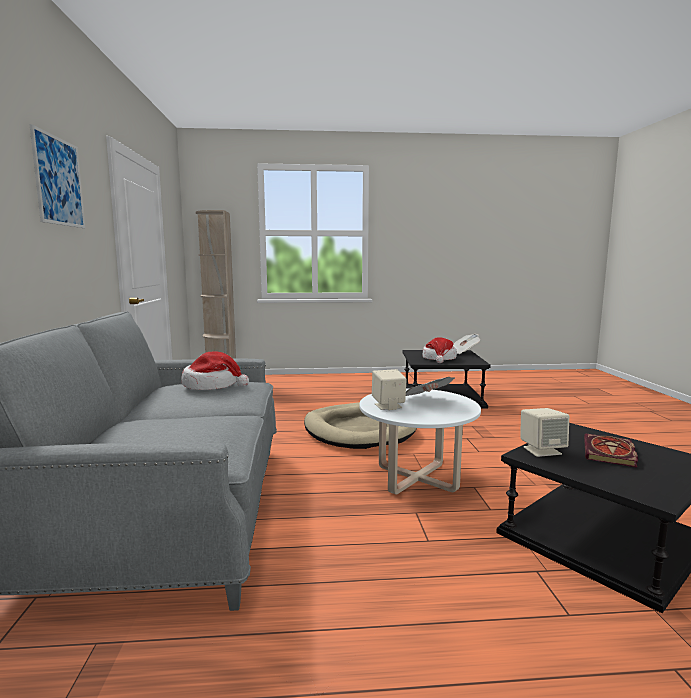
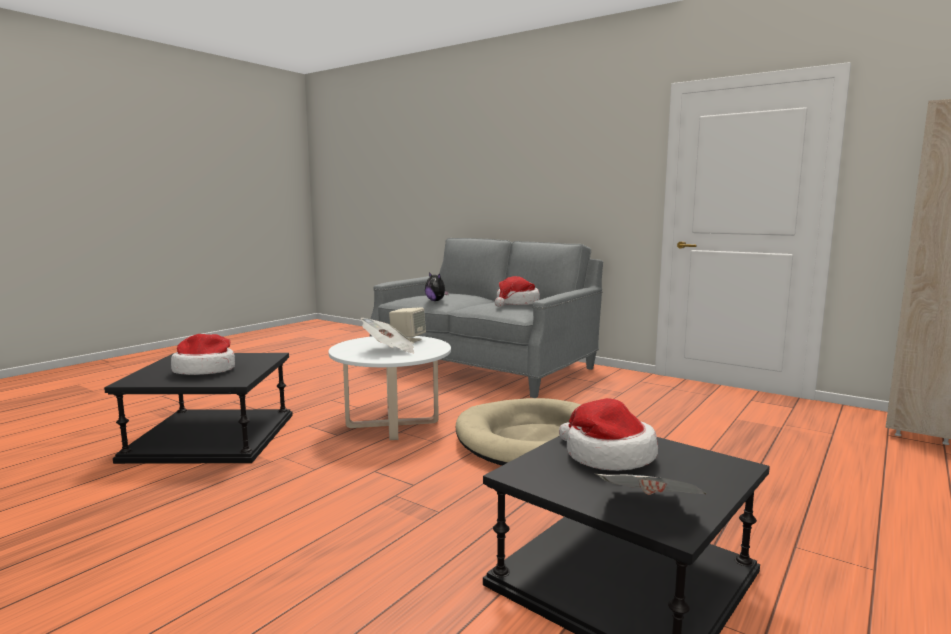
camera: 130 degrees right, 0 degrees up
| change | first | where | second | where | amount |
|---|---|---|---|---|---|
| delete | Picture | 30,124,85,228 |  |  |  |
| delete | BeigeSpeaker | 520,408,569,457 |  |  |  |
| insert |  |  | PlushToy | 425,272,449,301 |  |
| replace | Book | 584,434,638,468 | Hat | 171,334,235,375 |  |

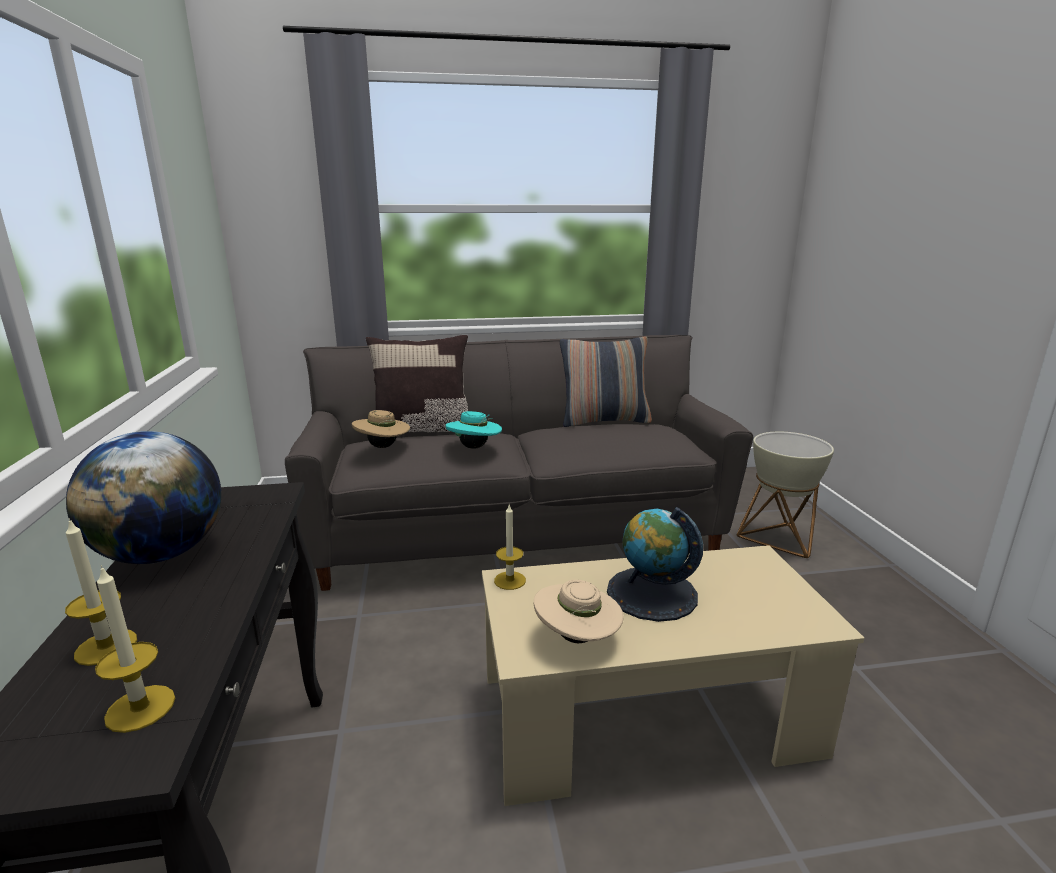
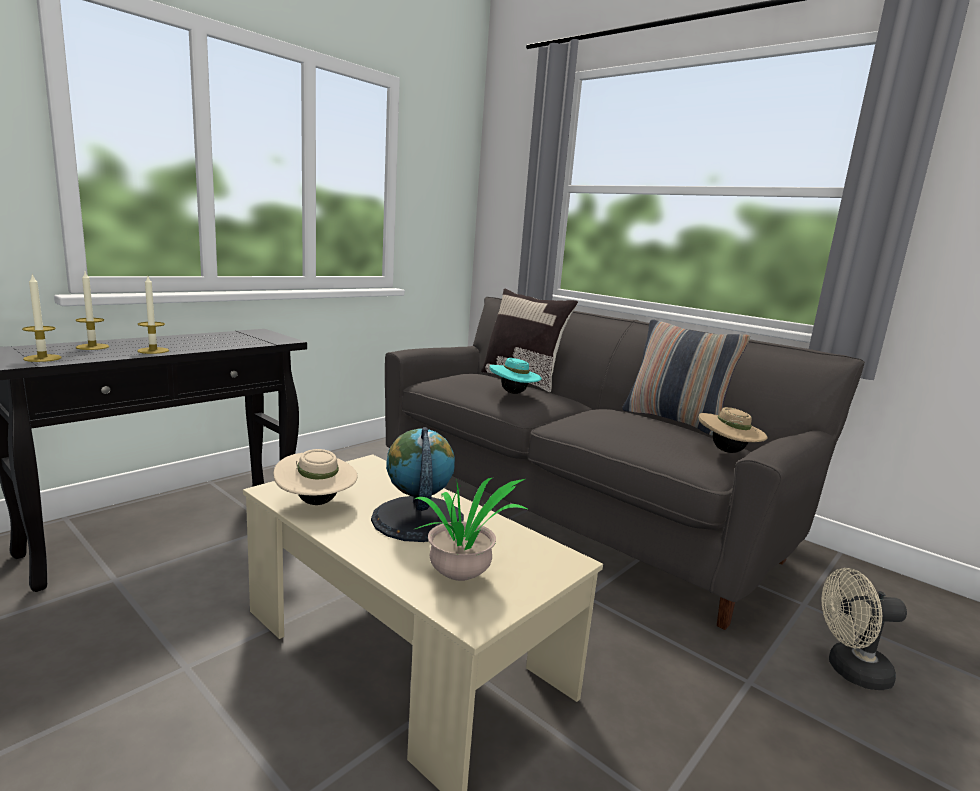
camera: 50 degrees right, 5 degrees down
| change | first | where | second | where | amount |
|---|---|---|---|---|---|
| delete | Globe | 66,431,221,564 |  |  |  |
| insert |  |  | PottedPlant | 415,478,529,581 |  |
| move | BeigeHat | 352,410,410,448 |  | 699,407,768,453 |  |
| move | Candle | 494,505,526,590 |  | 137,276,169,354 |  |
| replace | Planter | 737,432,834,558 | BeigeFan | 821,568,907,690 |  |

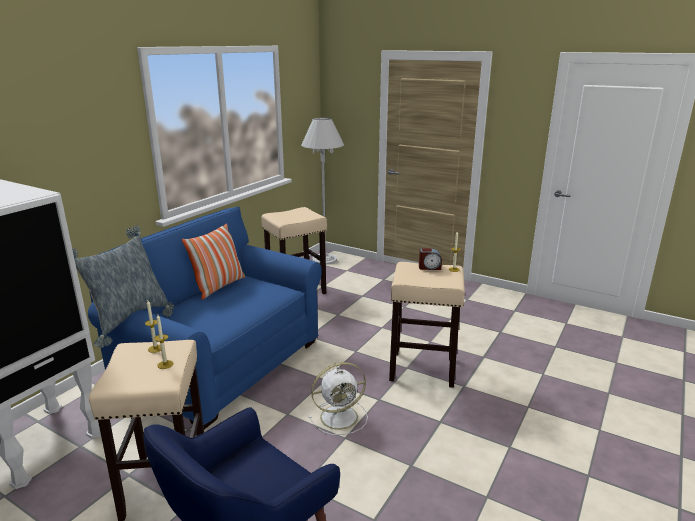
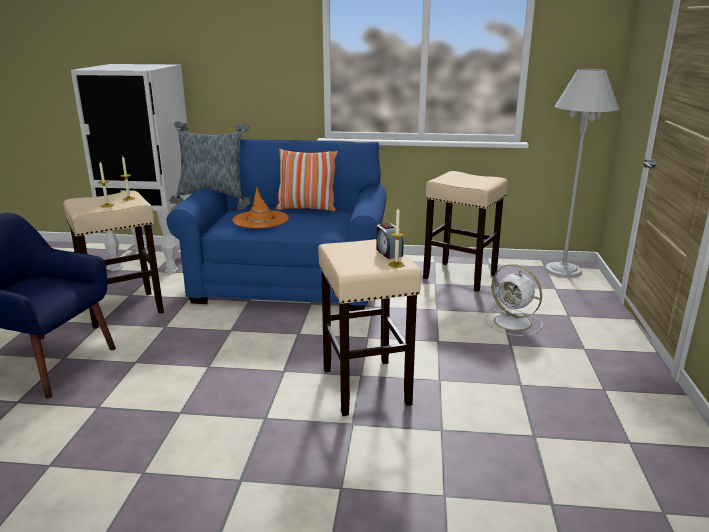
camera: 65 degrees right, 0 degrees up
| change | first | where | second | where | amount |
|---|---|---|---|---|---|
| insert |  |  | OrangeHat | 232,187,289,228 |  |
| move | WhiteFan | 309,362,368,435 |  | 485,264,543,336 |  |

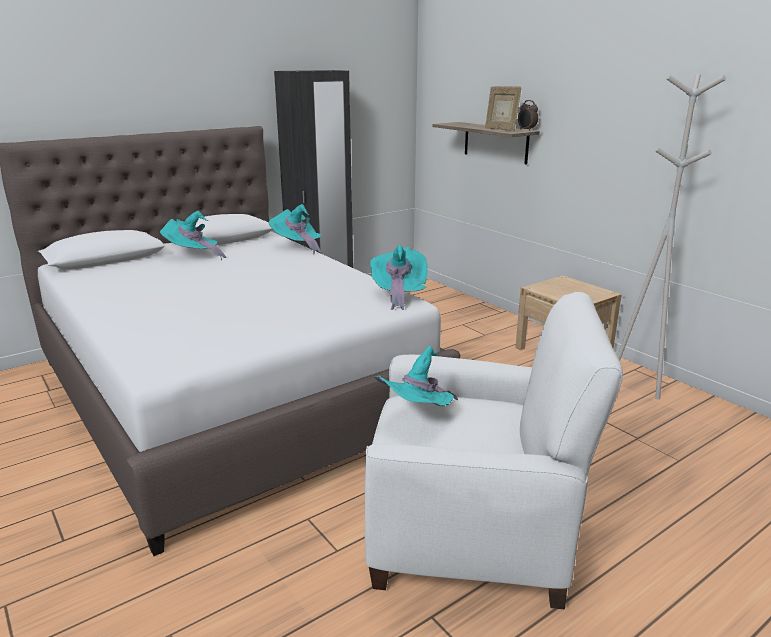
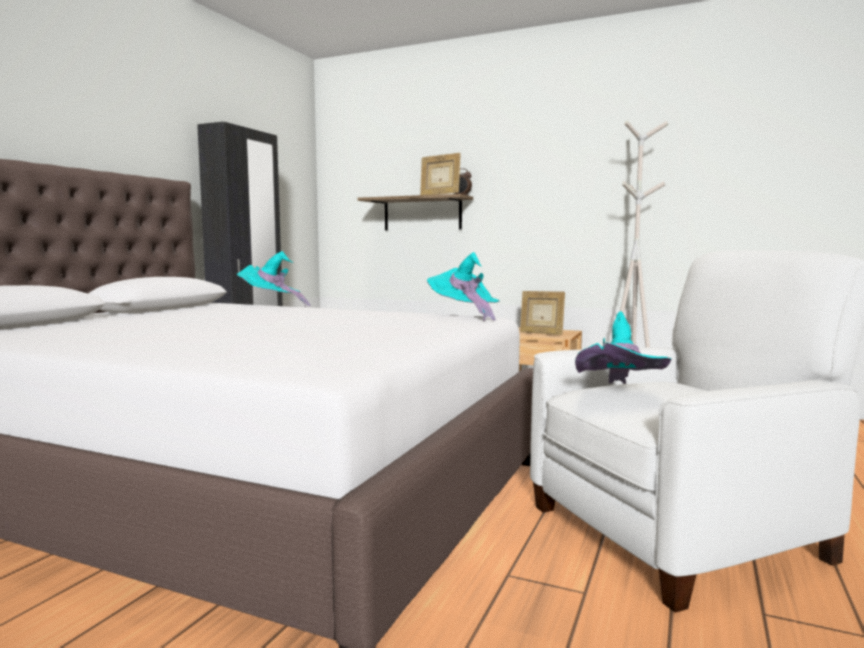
camera: 30 degrees left, 15 degrees down
| change | first | where | second | where | amount |
|---|---|---|---|---|---|
| delete | TurquoiseHat | 160,211,226,260 |  |  |  |
| insert |  |  | PictureFrame | 520,291,565,335 |  |

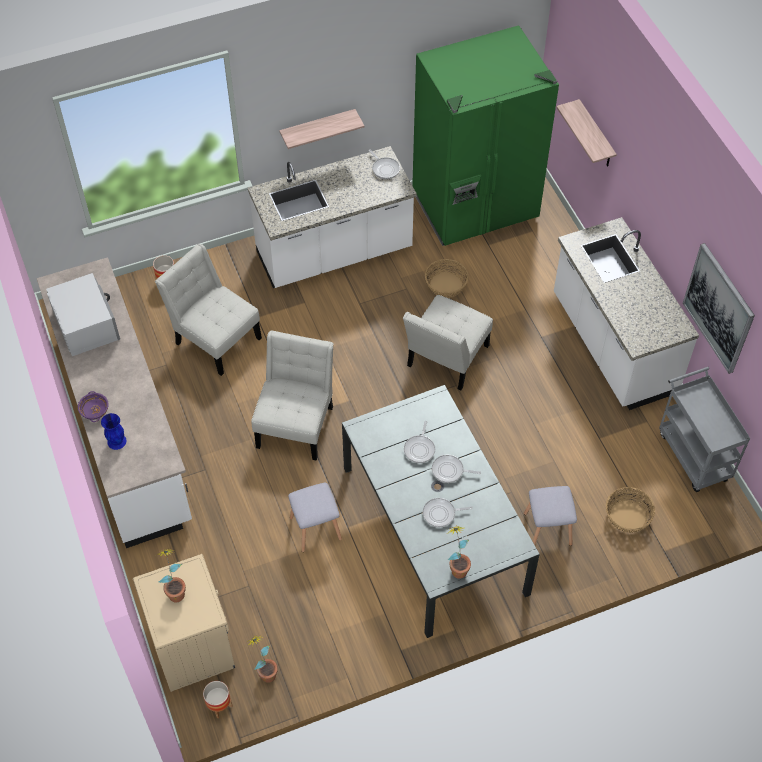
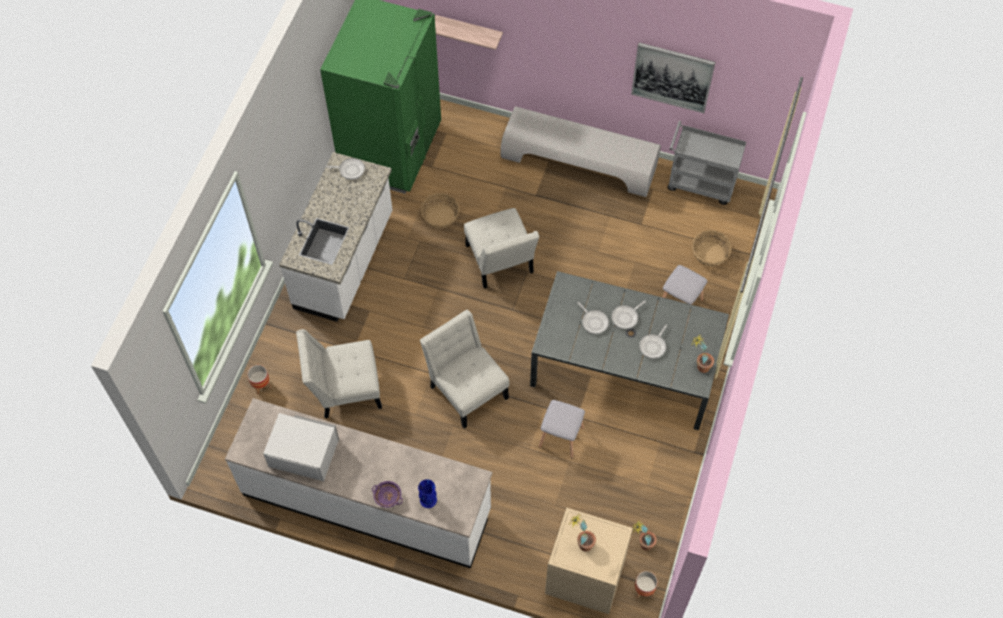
camera: 50 degrees left, 5 degrees up
| change | first | where | second | where | amount |
|---|---|---|---|---|---|
| delete | Shelf | 279,109,364,149 |  |  |  |
| replace | WhiteCounter | 554,217,699,410 | GreyBench | 500,107,661,197 |  |

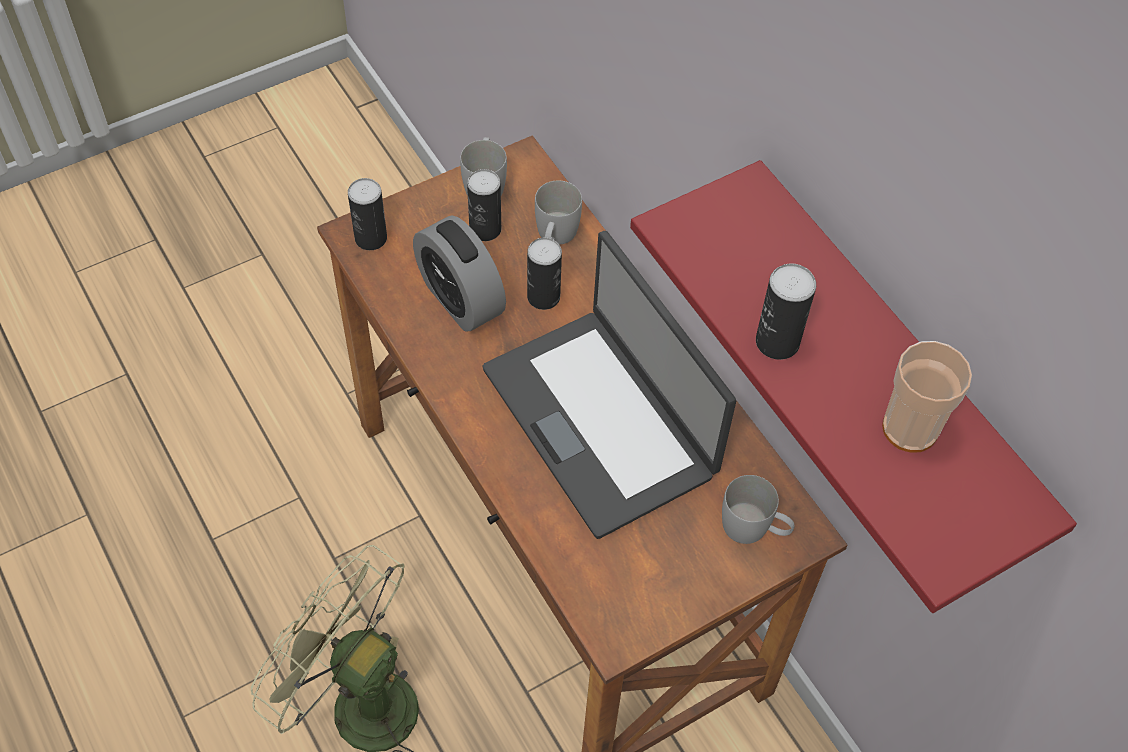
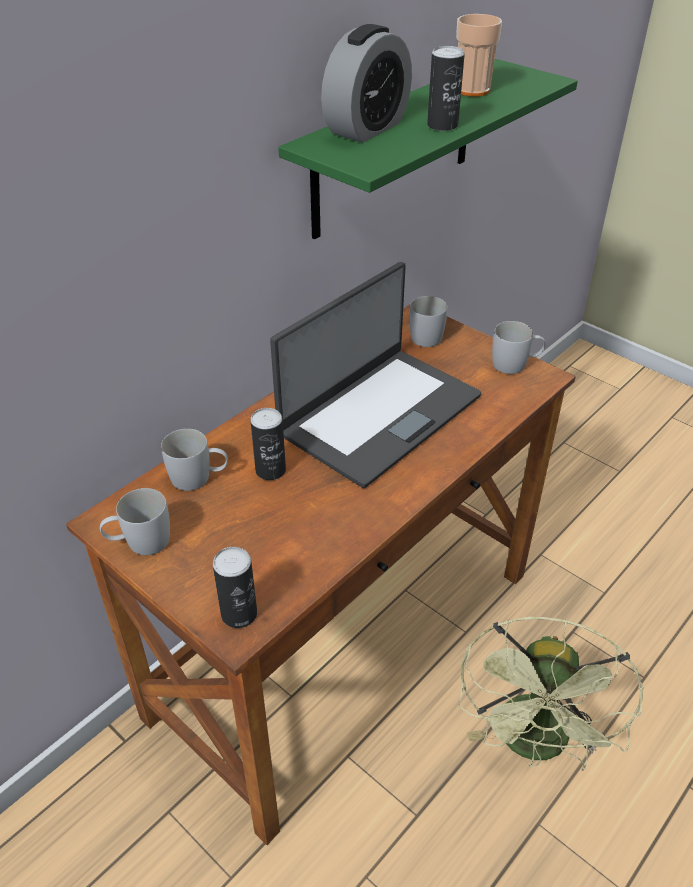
camera: 105 degrees left, 15 degrees down
| change | first | where | second | where | amount |
|---|---|---|---|---|---|
| delete | Can | 467,169,501,241 |  |  |  |
| insert |  |  | WhiteMug | 492,321,546,374 |  |
| move | AlarmClock | 413,215,506,332 |  | 321,24,412,143 |  |
| recolor | RedShelf | 630,160,1077,613 | GreenShelf | 278,59,578,240 |  |

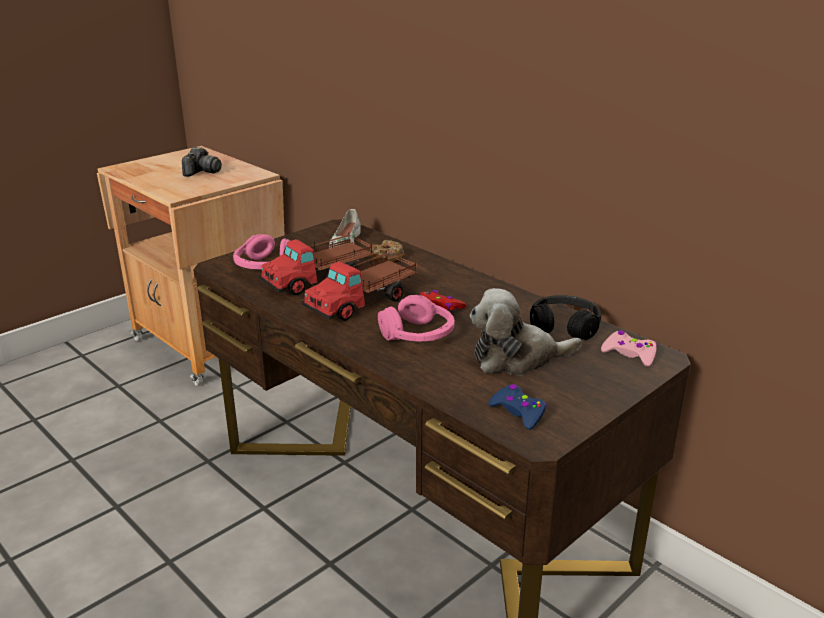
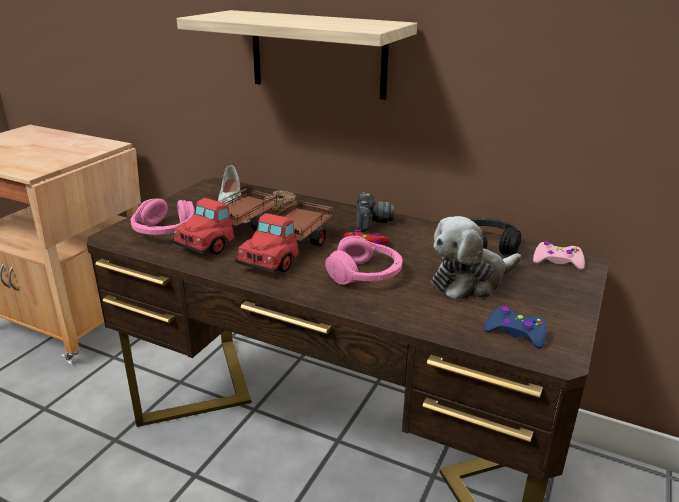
camera: 20 degrees left, 0 degrees up
| change | first | where | second | where | amount |
|---|---|---|---|---|---|
| insert |  |  | Shelf | 177,10,417,100 |  |
| move | PhotoCamera | 182,147,222,177 |  | 356,192,395,232 |  |

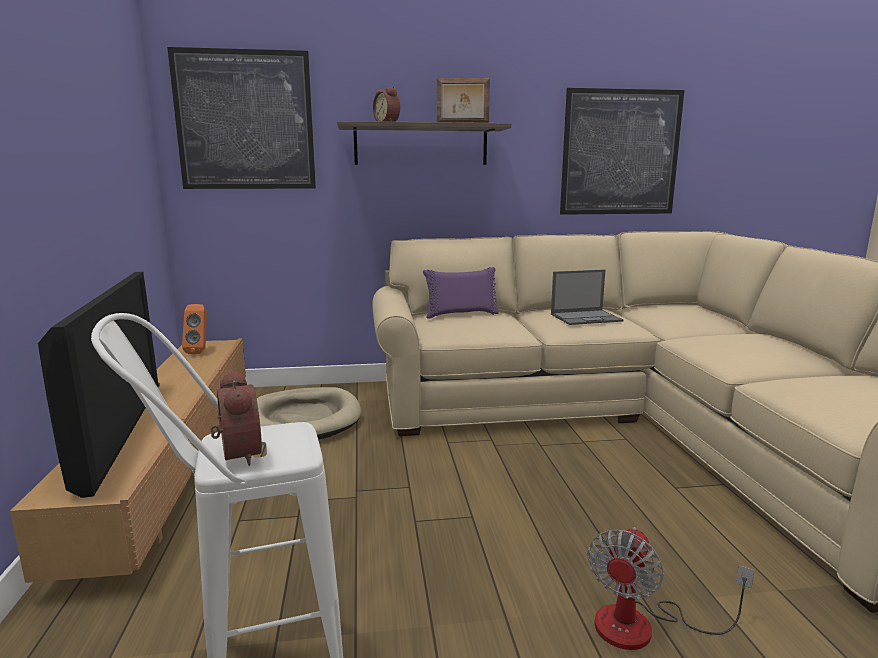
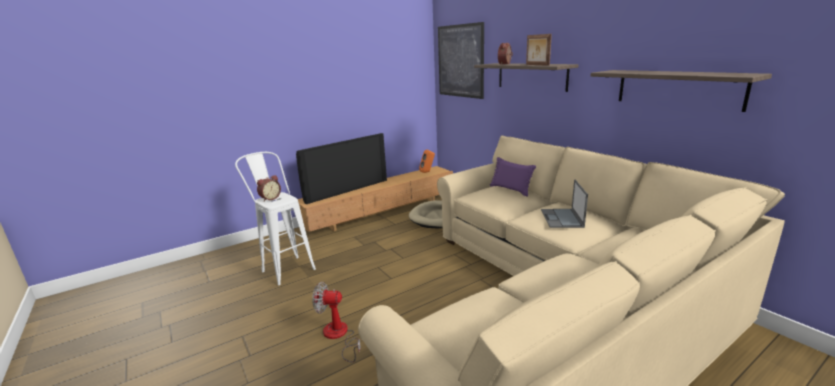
camera: 65 degrees right, 5 degrees up
| change | first | where | second | where | amount |
|---|---|---|---|---|---|
| replace | Picture | 560,88,684,215 | Shelf | 591,70,772,112 |  |
| rotate | Laptop | 551,270,624,325 |  | 541,180,588,228 | 45 degrees clockwise |

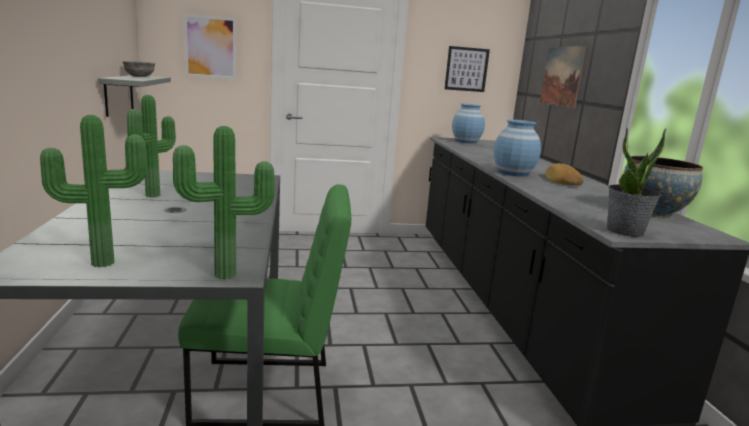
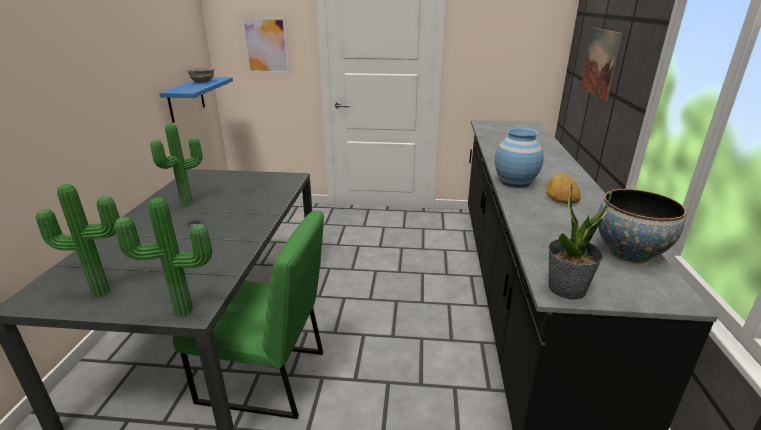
camera: 15 degrees right, 10 degrees up
| change | first | where | second | where | amount |
|---|---|---|---|---|---|
| delete | Picture | 444,46,490,92 |  |  |  |
| delete | BlueVase | 452,104,485,144 |  |  |  |
| recolor | GreyShelf | 98,75,171,117 | BlueShelf | 159,77,233,123 |  |

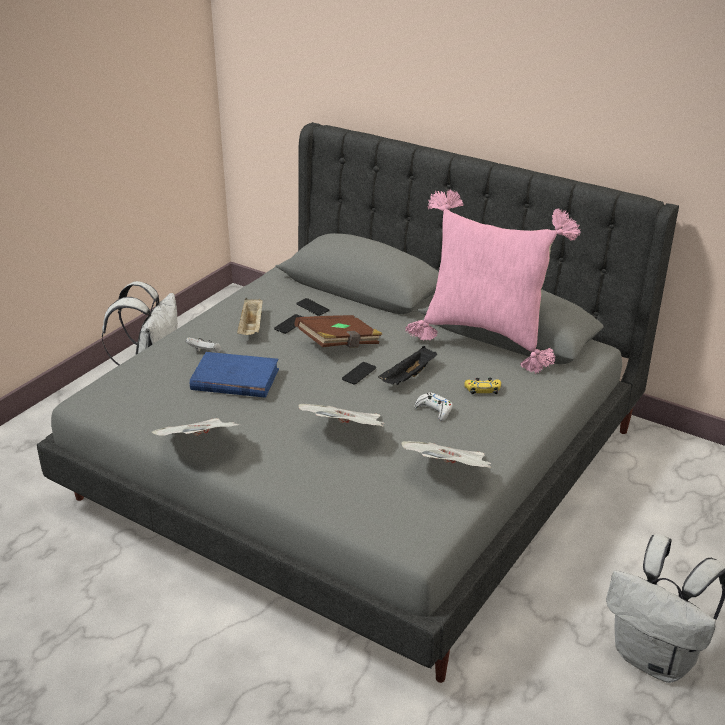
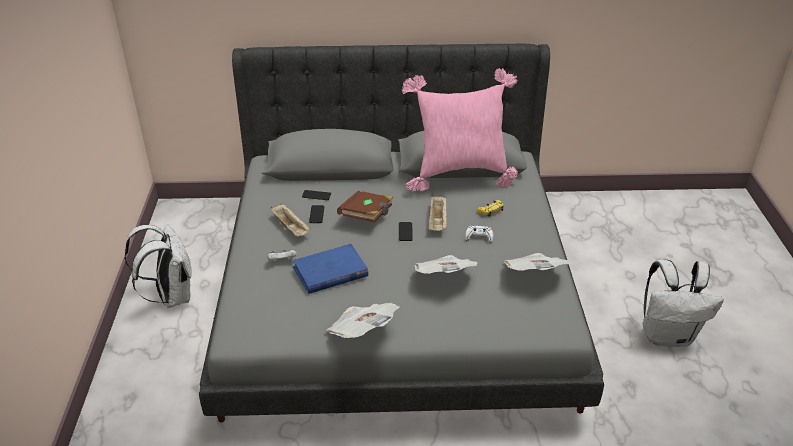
camera: 35 degrees left, 5 degrees up
| change | first | where | second | where | amount |
|---|---|---|---|---|---|
| recolor | BlackTray | 378,346,437,385 | BeigeTray | 429,195,447,231 |  |

